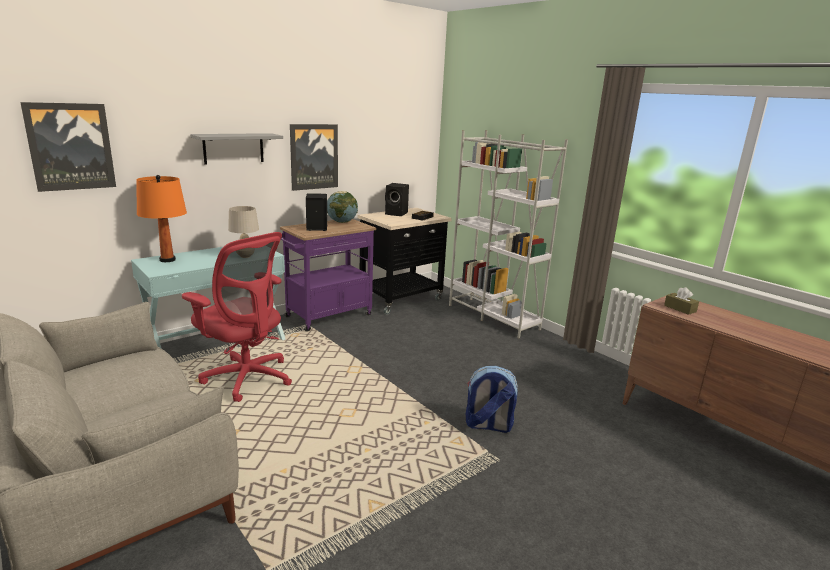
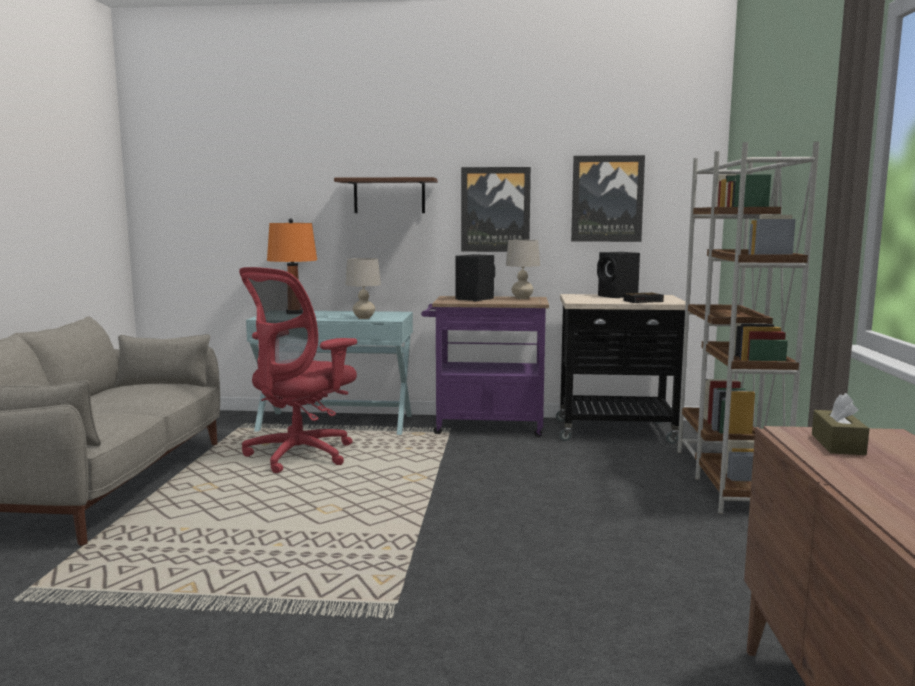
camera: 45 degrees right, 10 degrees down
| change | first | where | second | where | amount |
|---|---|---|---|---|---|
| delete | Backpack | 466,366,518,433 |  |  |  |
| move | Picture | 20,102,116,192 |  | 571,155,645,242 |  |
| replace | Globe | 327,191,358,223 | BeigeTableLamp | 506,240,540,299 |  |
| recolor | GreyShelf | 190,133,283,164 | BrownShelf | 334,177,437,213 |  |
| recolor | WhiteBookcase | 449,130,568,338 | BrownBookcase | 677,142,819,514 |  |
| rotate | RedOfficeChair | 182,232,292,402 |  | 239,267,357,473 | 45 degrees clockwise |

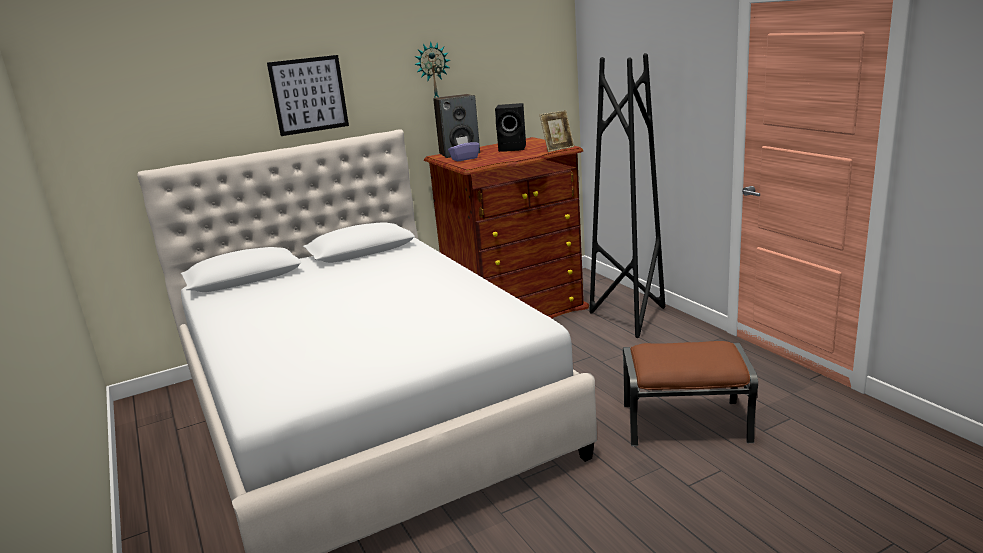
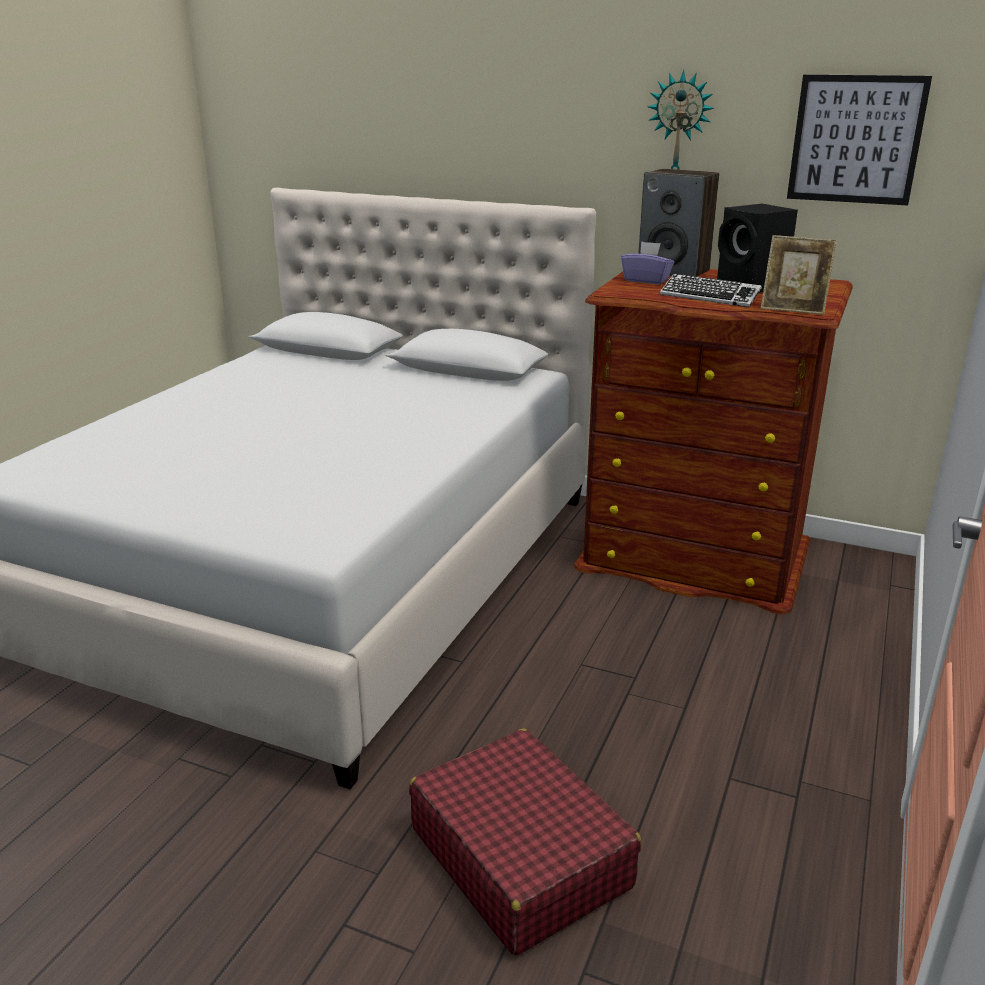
camera: 50 degrees right, 5 degrees up
| change | first | where | second | where | amount |
|---|---|---|---|---|---|
| delete | BlackClothesRack | 589,53,665,338 |  |  |  |
| insert |  |  | Keyboard | 660,274,762,307 |  |
| move | Picture | 267,55,349,136 |  | 787,75,932,205 |  |
| replace | BrownOttoman | 623,341,758,446 | RedSuitcase | 409,729,642,956 |  |

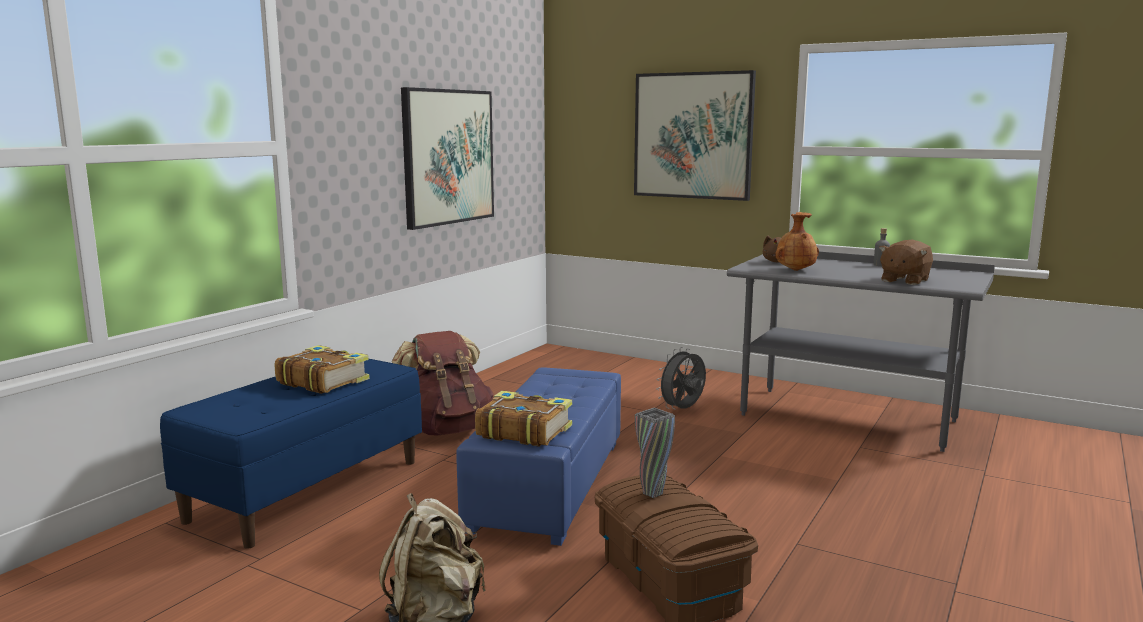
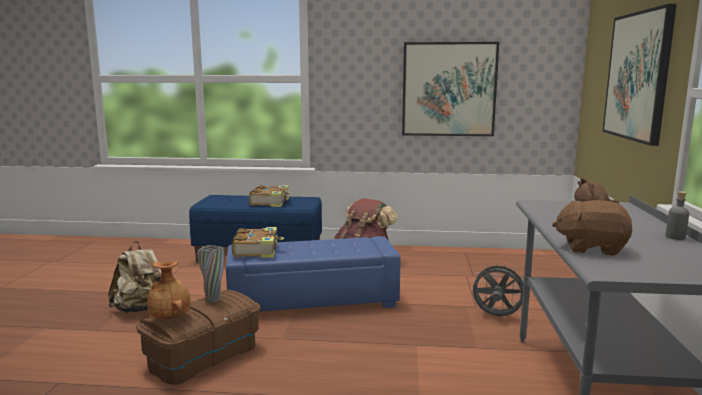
camera: 65 degrees right, 0 degrees up
| change | first | where | second | where | amount |
|---|---|---|---|---|---|
| move | BrownVase | 775,212,819,271 |  | 147,261,191,319 |  |

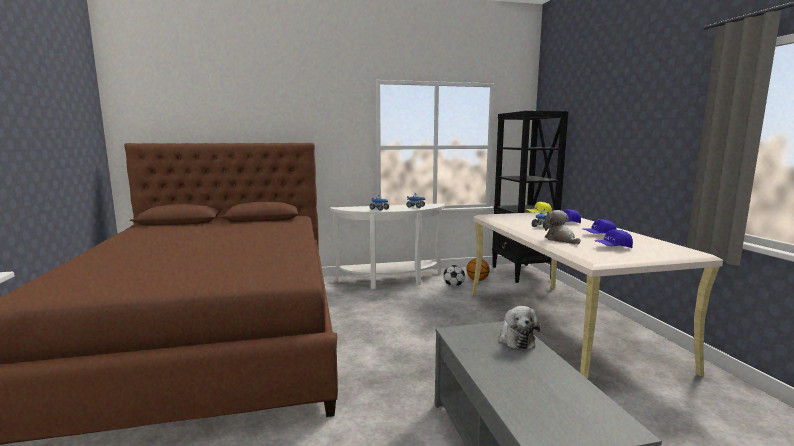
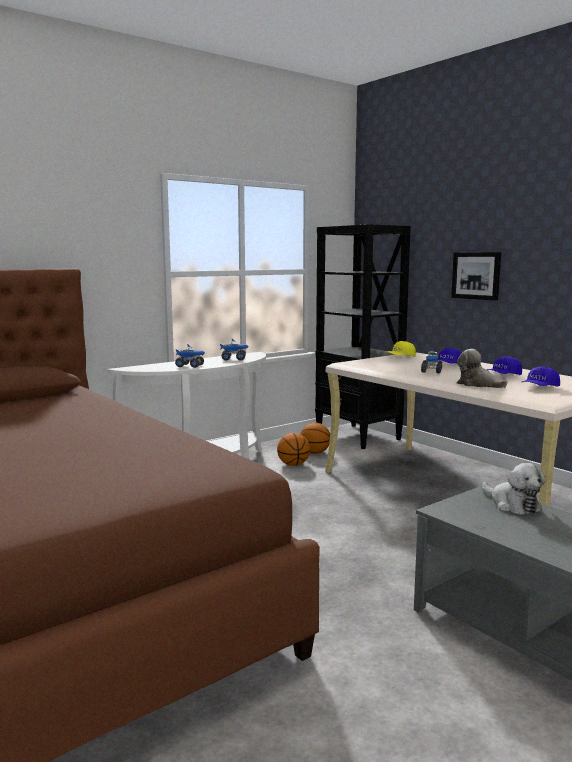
camera: 25 degrees left, 0 degrees up
| change | first | where | second | where | amount |
|---|---|---|---|---|---|
| insert |  |  | Picture | 451,252,501,301 |  |
| replace | Football | 443,265,465,287 | Basketball | 277,433,310,466 |  |

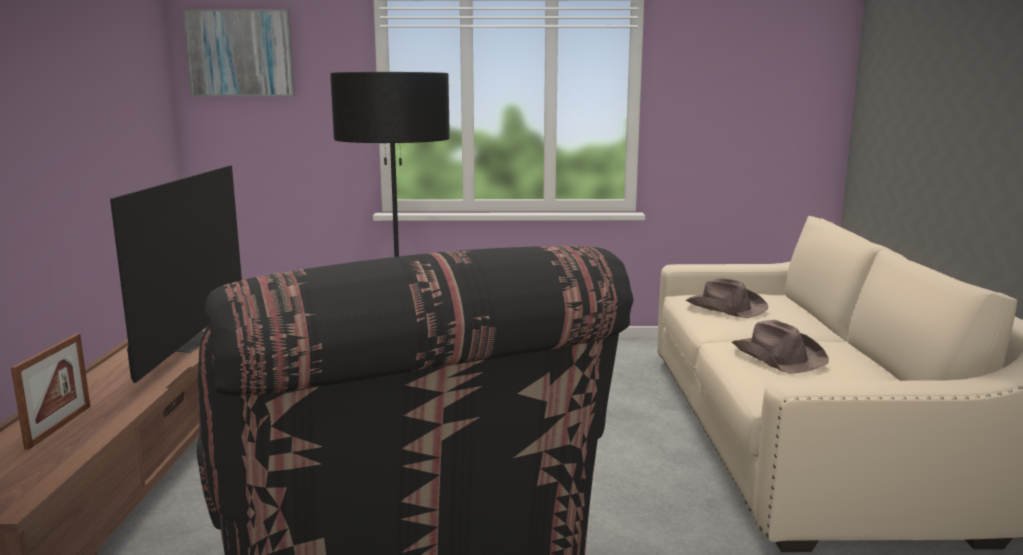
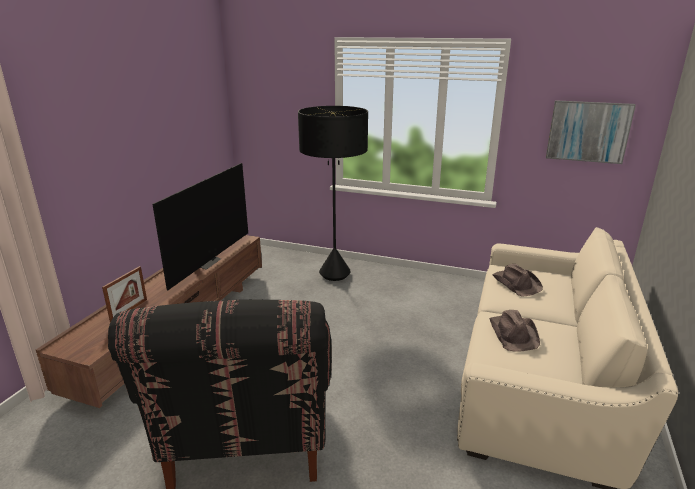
camera: 20 degrees right, 10 degrees up
| change | first | where | second | where | amount |
|---|---|---|---|---|---|
| move | Picture | 182,9,295,96 |  | 546,100,636,164 |  |

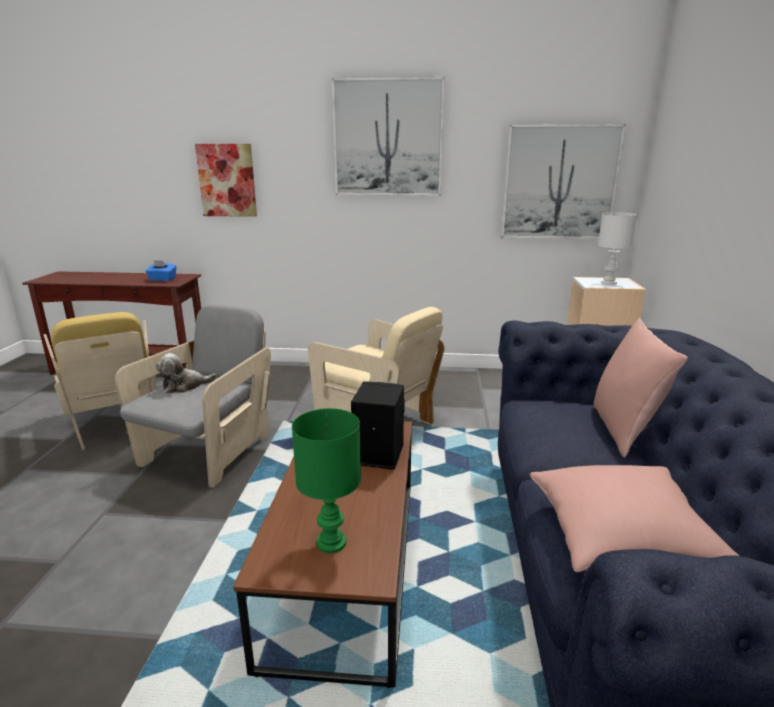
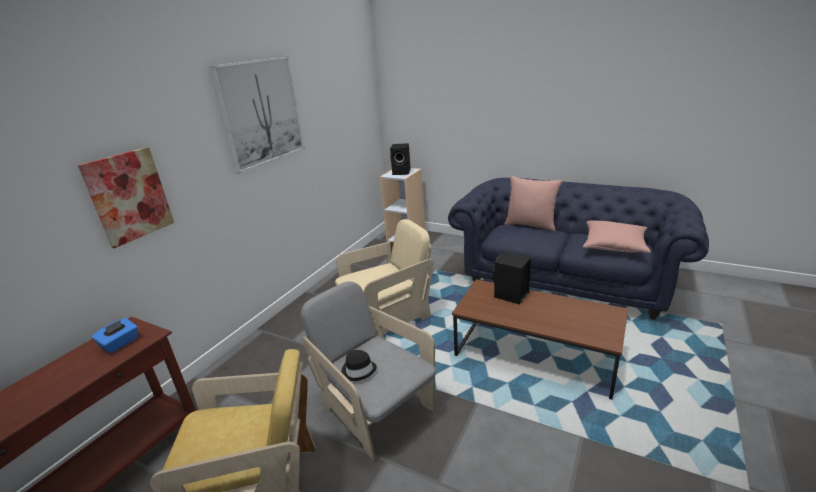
camera: 65 degrees left, 5 degrees up
| change | first | where | second | where | amount |
|---|---|---|---|---|---|
| delete | GreenTableLamp | 292,408,361,553 |  |  |  |
| delete | Picture | 501,124,626,240 |  |  |  |
| replace | PlushToy | 156,353,217,393 | BlackHat | 341,350,377,381 |  |
| replace | WhiteTableLamp | 598,212,637,285 | BlackSpeaker | 390,143,411,175 |  |

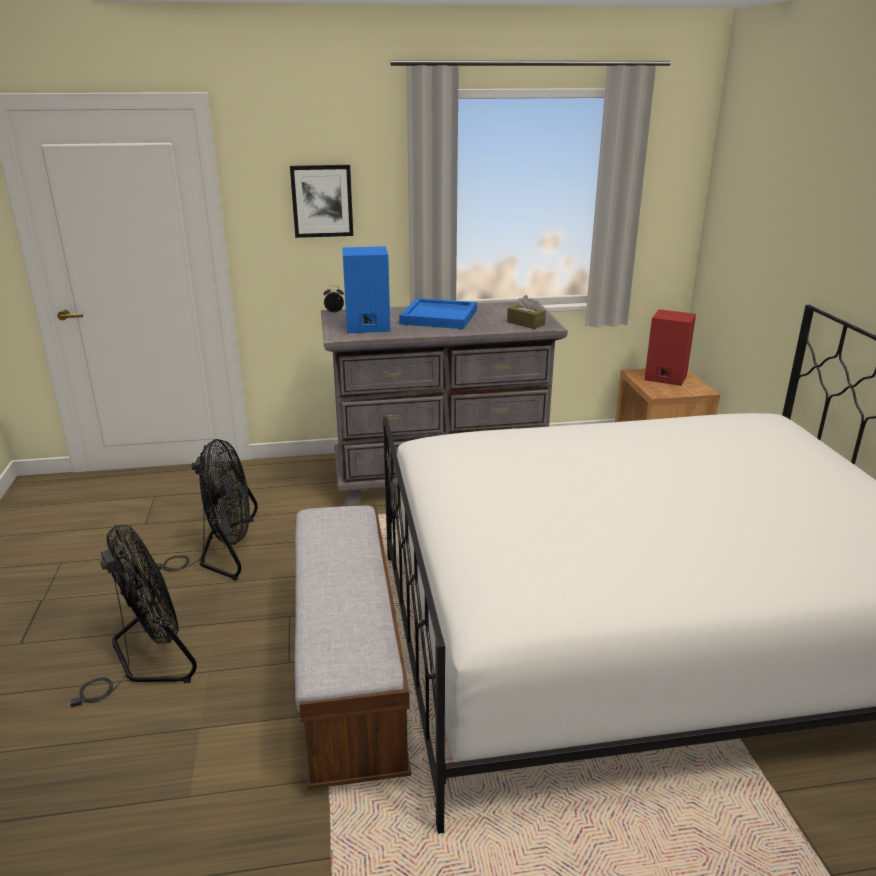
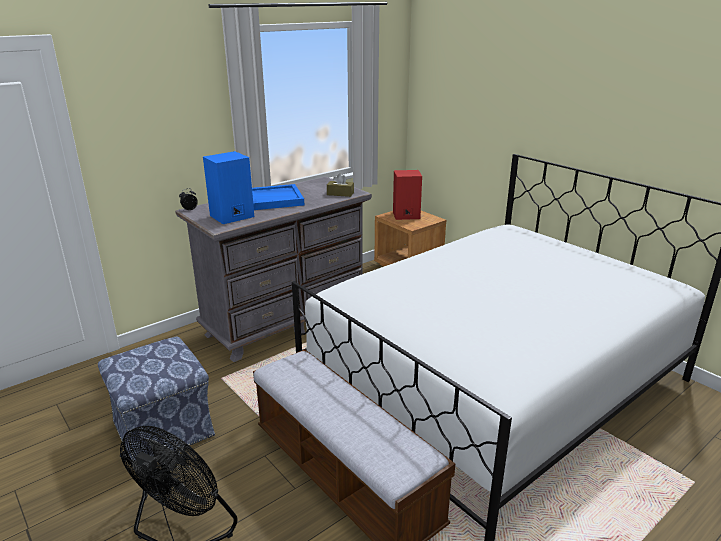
camera: 30 degrees left, 0 degrees up
| change | first | where | second | where | amount |
|---|---|---|---|---|---|
| delete | Picture | 290,165,353,238 |  |  |  |
| replace | BlackFan | 156,439,258,581 | Ottoman | 98,337,215,461 |  |

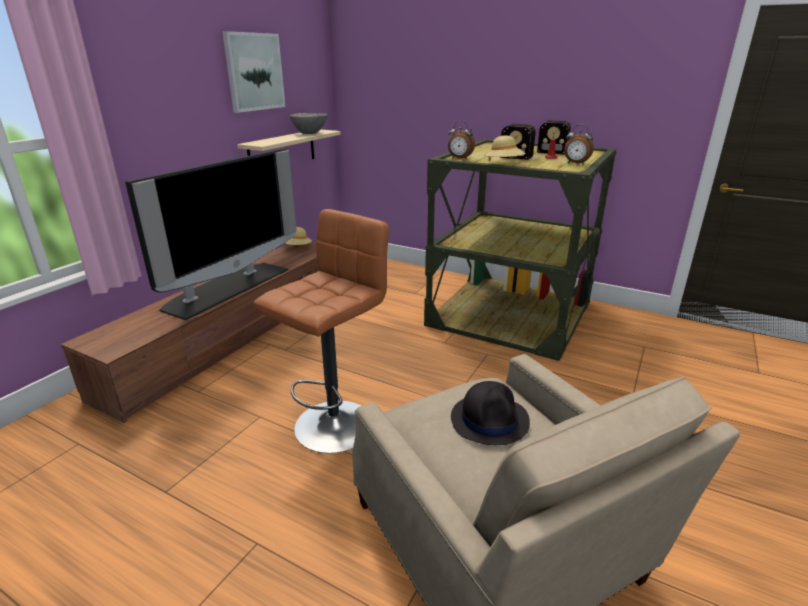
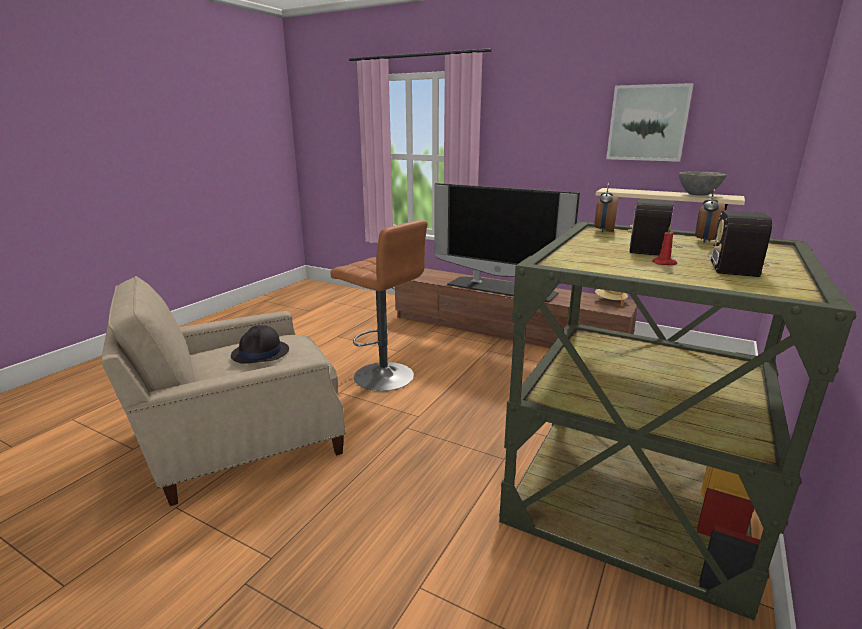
camera: 90 degrees right, 5 degrees down
| change | first | where | second | where | amount |
|---|---|---|---|---|---|
| delete | BeigeHat | 485,135,526,162 |  |  |  |
| move | AlarmClock | 564,124,594,165 |  | 695,189,725,243 |  |

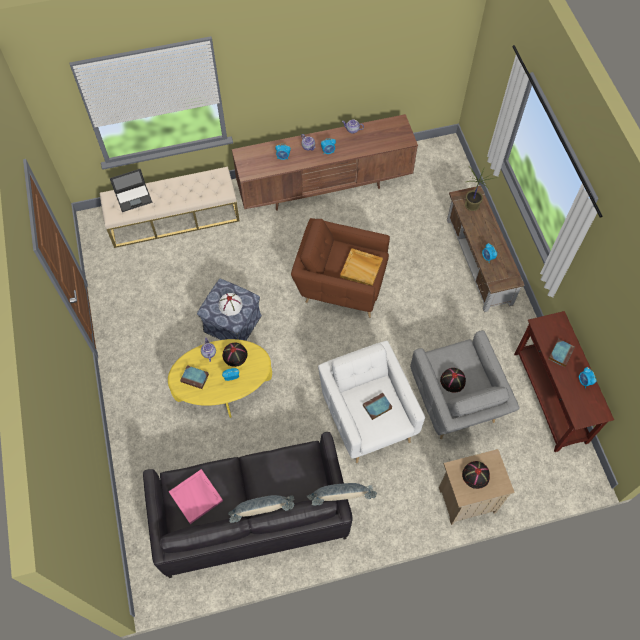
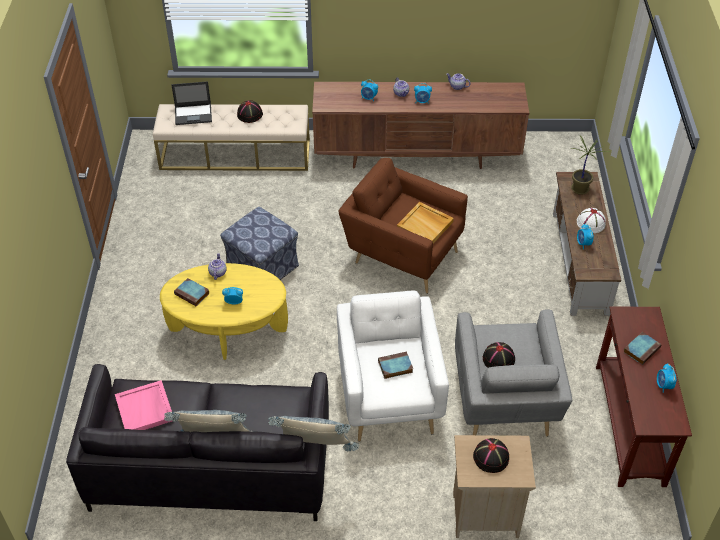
camera: 15 degrees right, 15 degrees down
| change | first | where | second | where | amount |
|---|---|---|---|---|---|
| move | WhiteHat | 218,293,242,316 |  | 577,208,606,233 |  |
| move | BlackHat | 222,342,248,367 |  | 237,100,263,123 |  |

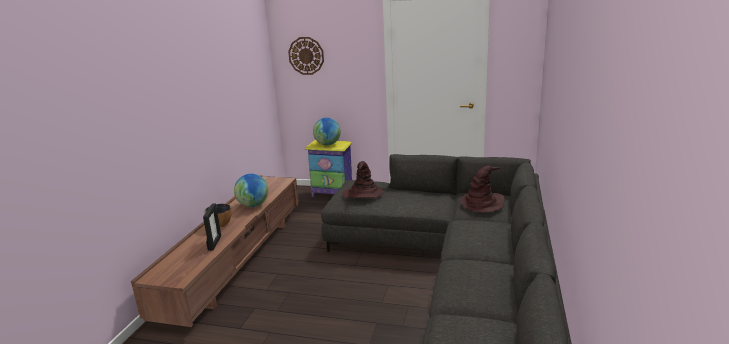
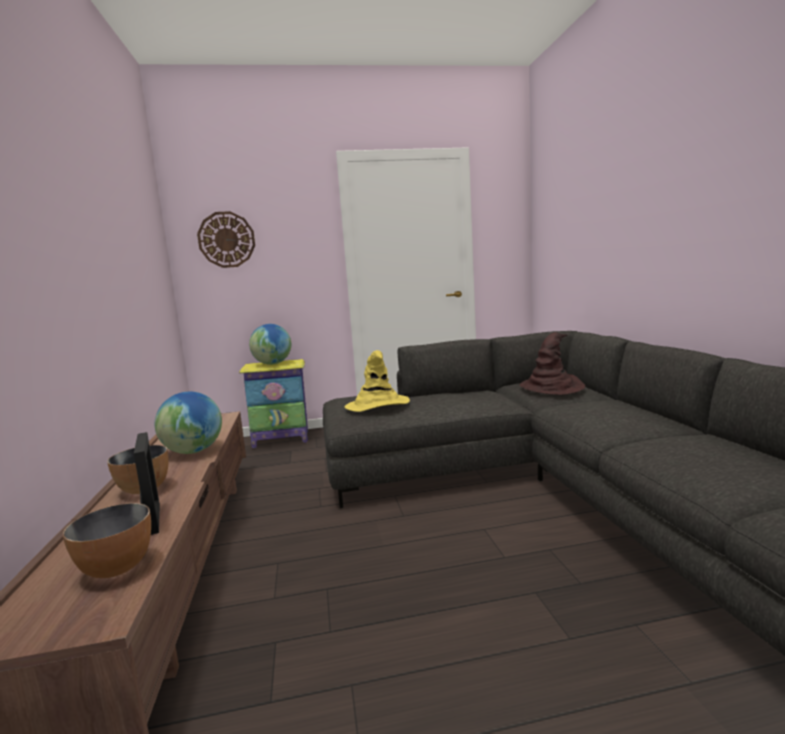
camera: 25 degrees left, 10 degrees down
| change | first | where | second | where | amount |
|---|---|---|---|---|---|
| insert |  |  | Bowl | 63,503,151,578 |  |
| recolor | BrownHat | 342,161,384,198 | YellowHat | 344,350,410,412 |  |

